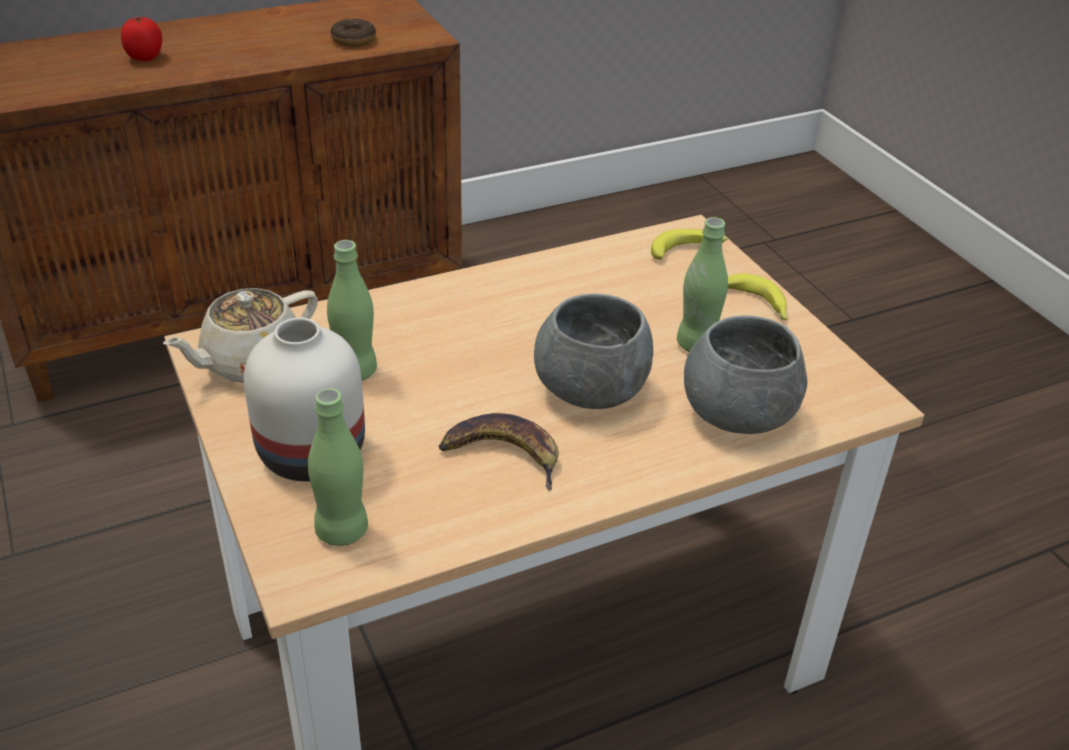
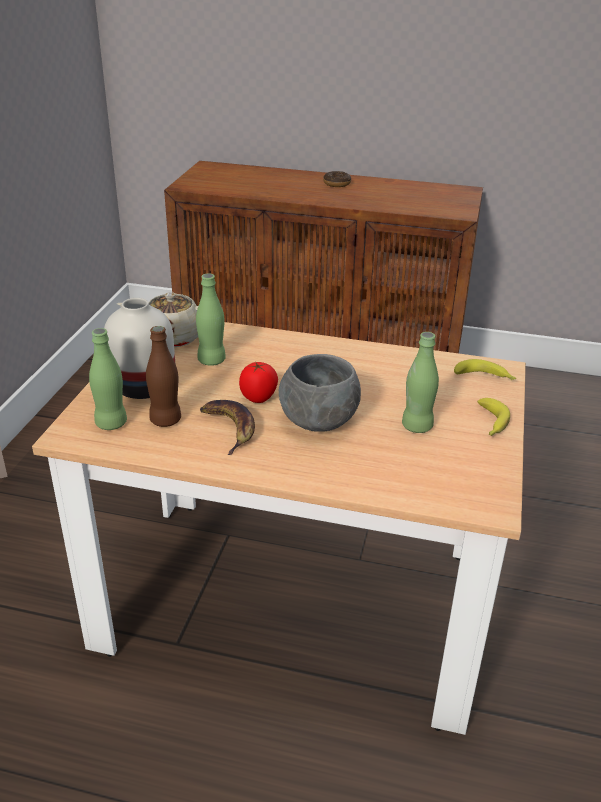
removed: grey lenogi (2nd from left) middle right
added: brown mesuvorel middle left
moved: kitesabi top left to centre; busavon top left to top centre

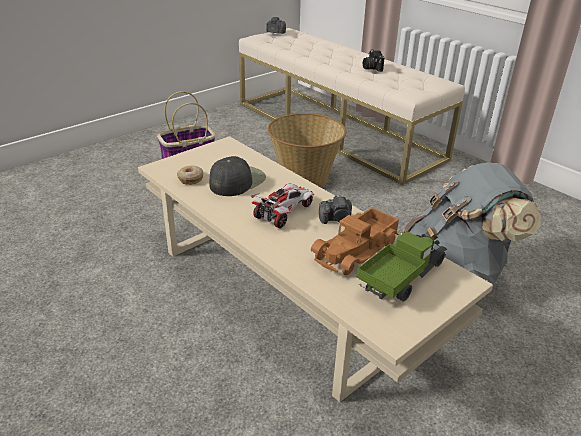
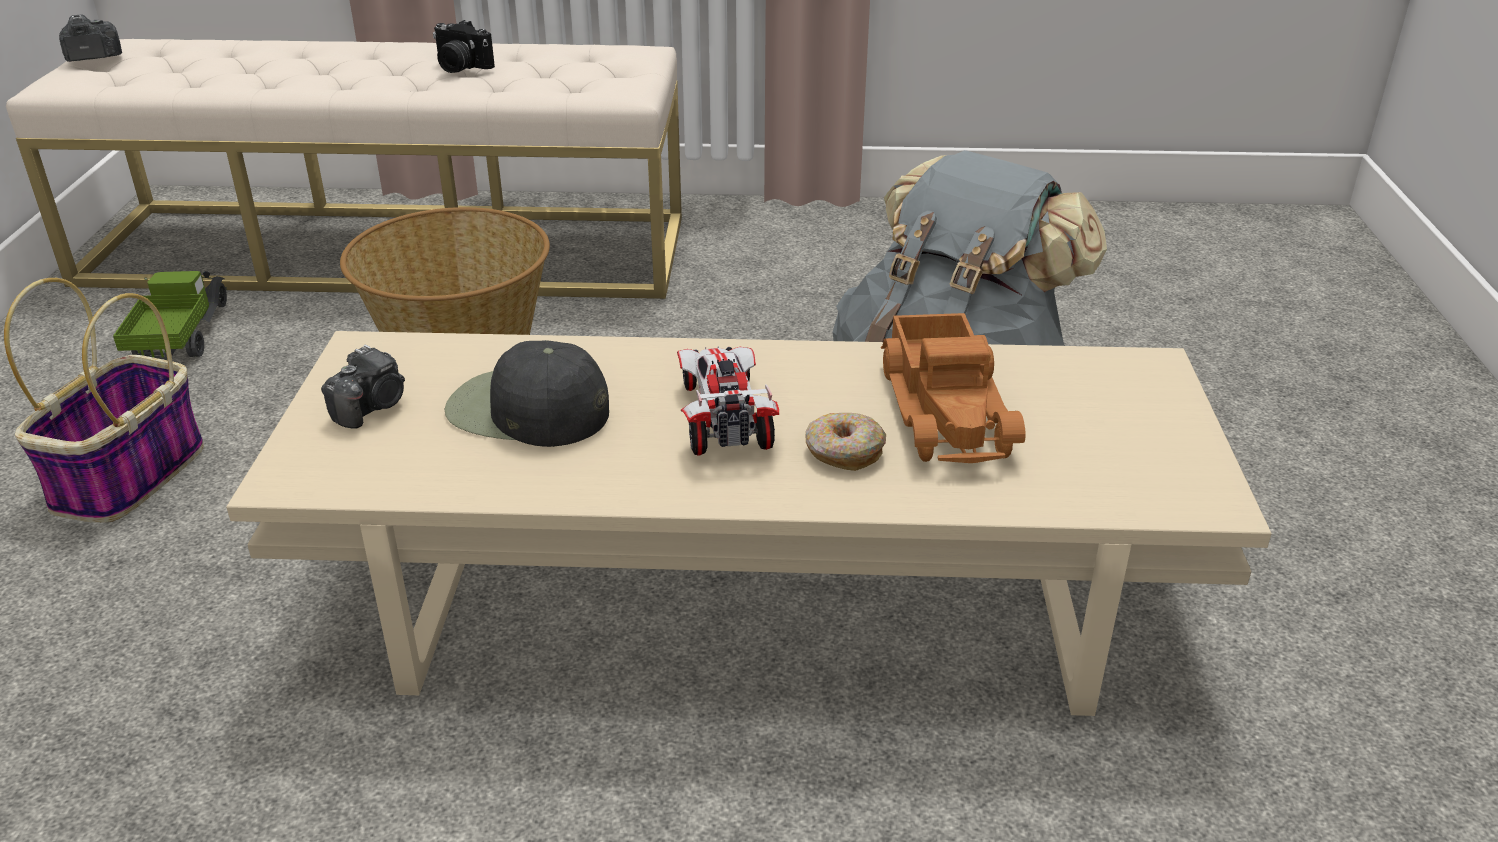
moved: busavon middle left to centre; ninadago (2nd from left) centre to middle left; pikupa (2nd from left in the first image) middle right to pikupa (1st from left) middle left
turned: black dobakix centre = centre 60 degrees counterclockwise

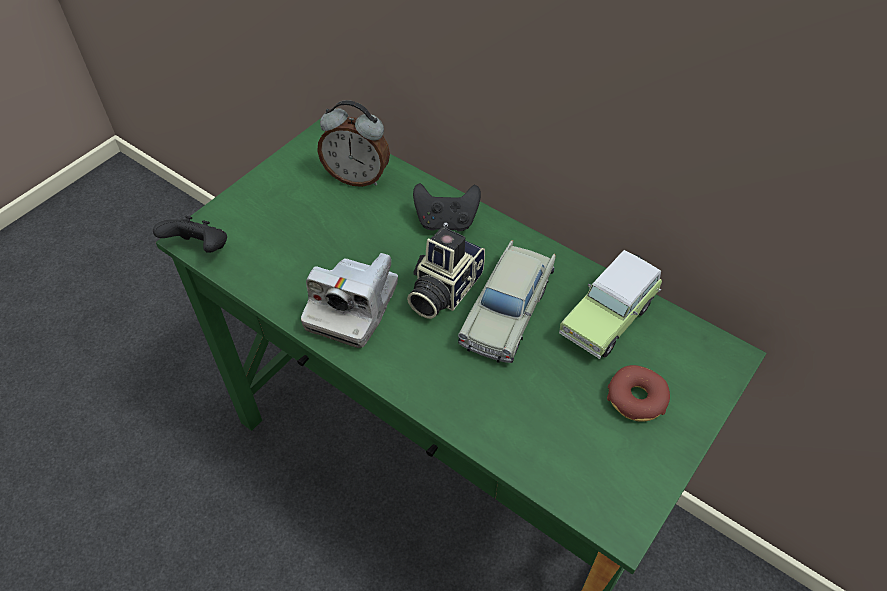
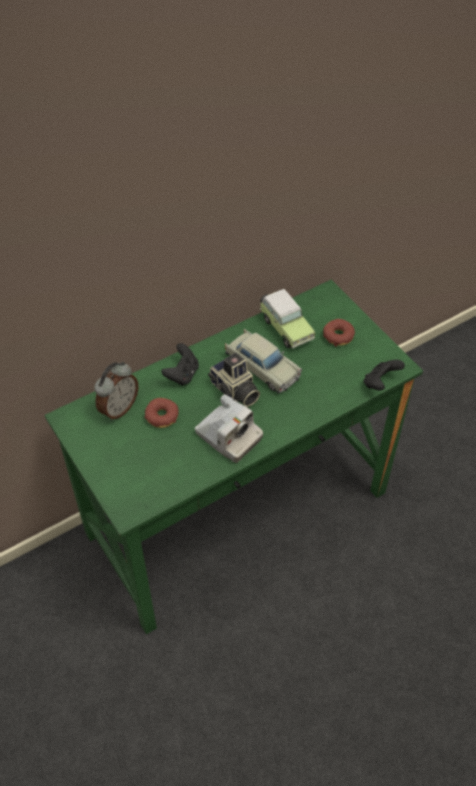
added: busavon (1st from left) centre
moved: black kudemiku (1st from left in the first image) middle left to black kudemiku (2nd from left) middle right

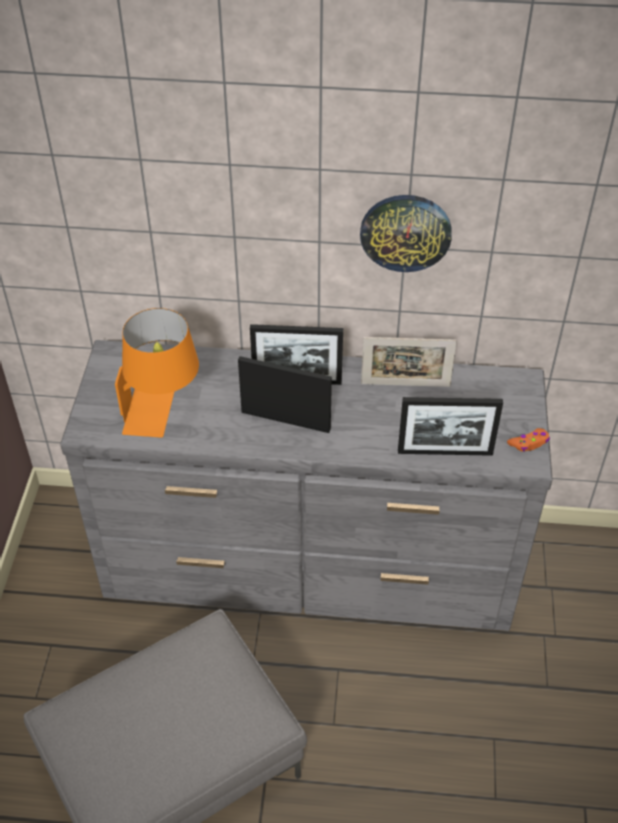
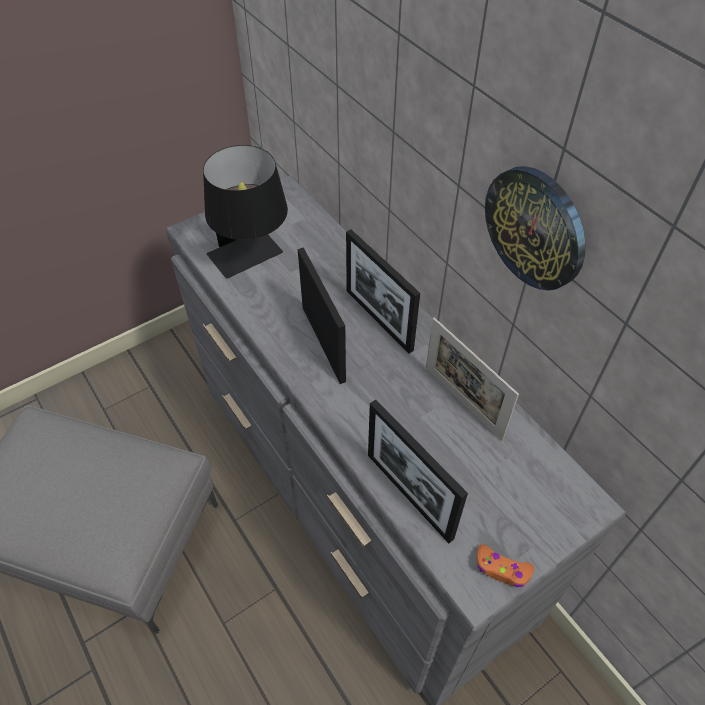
recoloured: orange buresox middle left to black buresox top centre

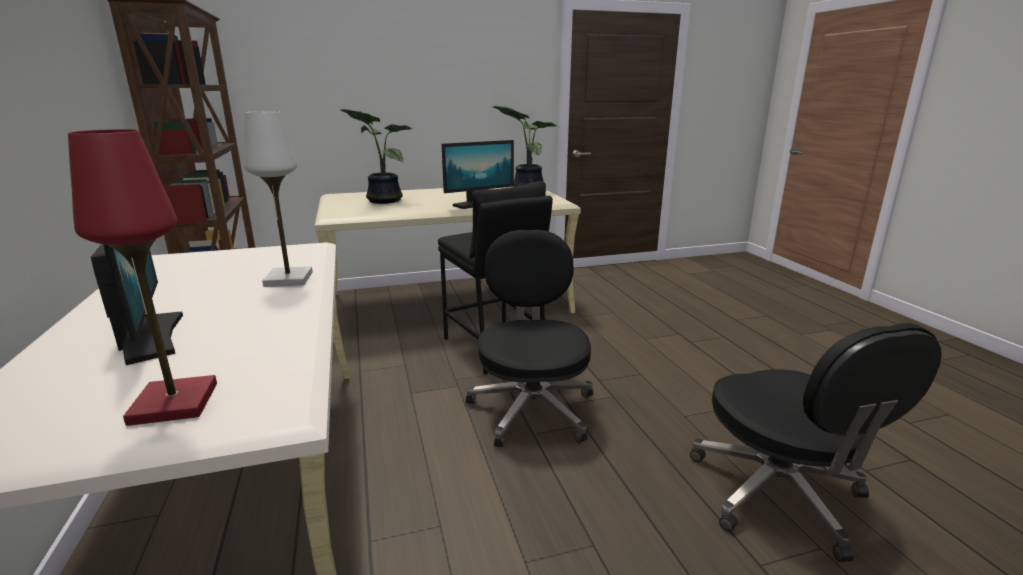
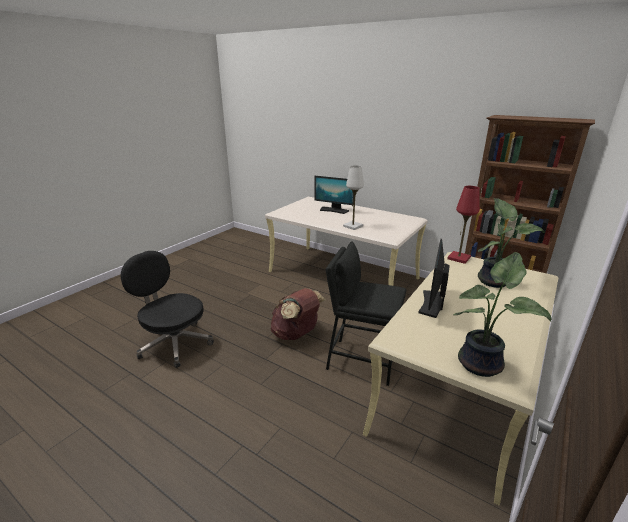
moved: red buresox middle left to middle right
replaced: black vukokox (1st from left) centre to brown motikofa centre

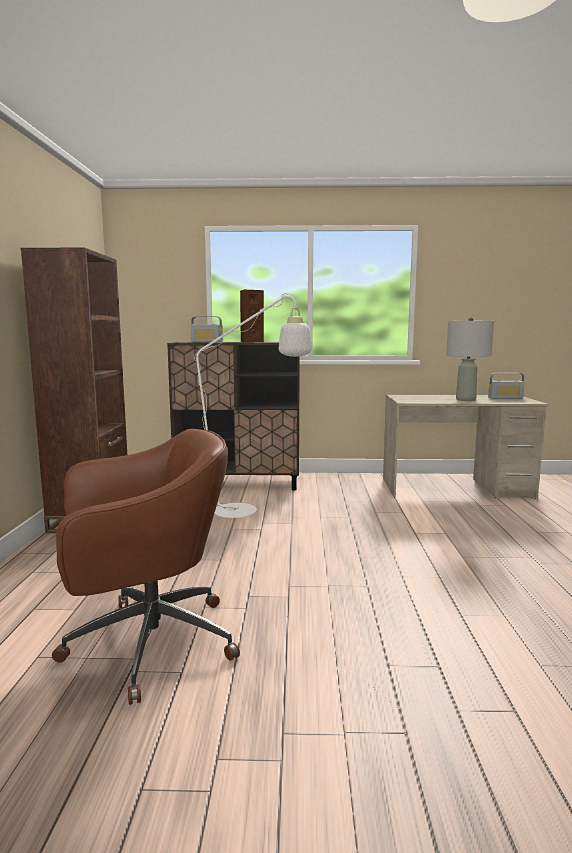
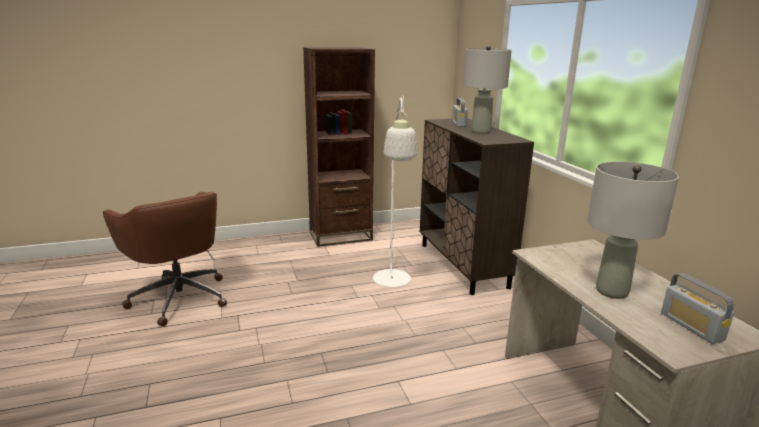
replaced: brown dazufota centre to grey buresox (1st from left) top centre

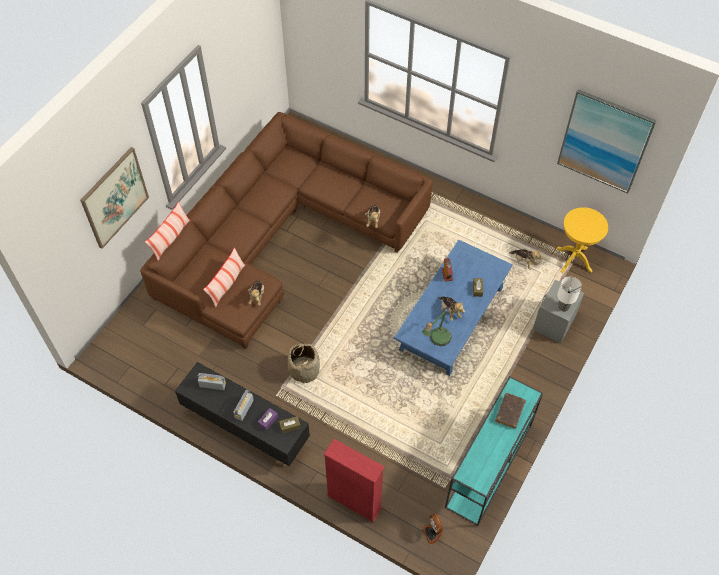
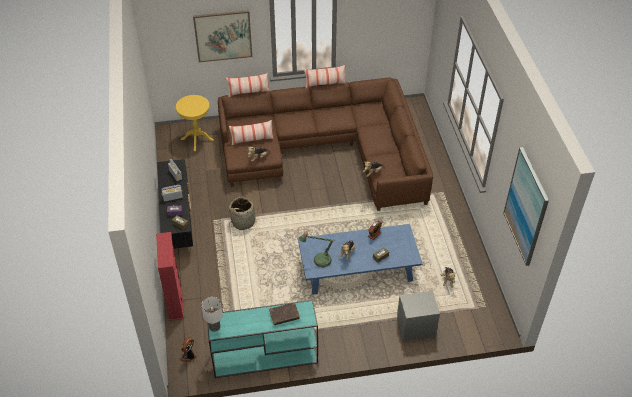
added: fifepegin (3rd from left) top centre
moved: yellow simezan middle right to top left; buresox (2nd from left in the first image) middle right to buresox (1st from left) bottom centre

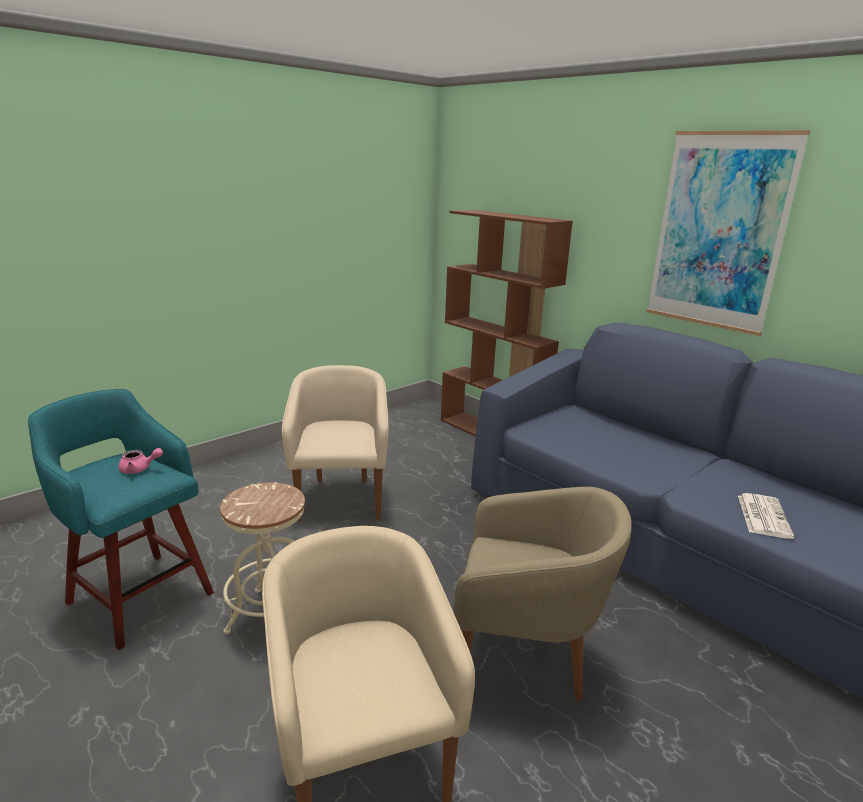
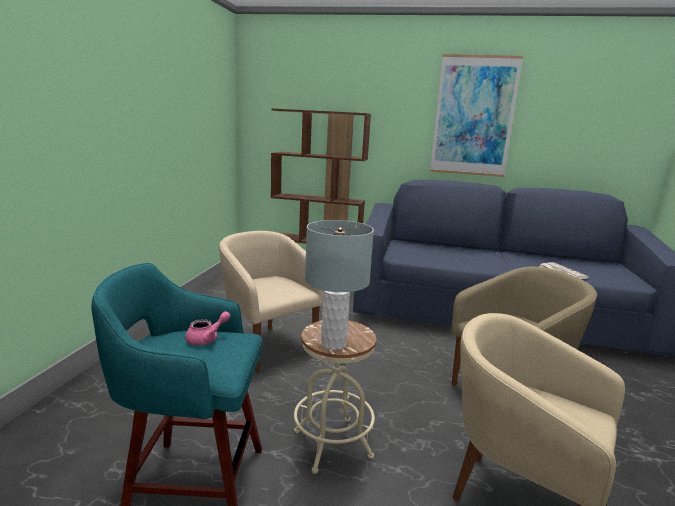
added: grey buresox centre

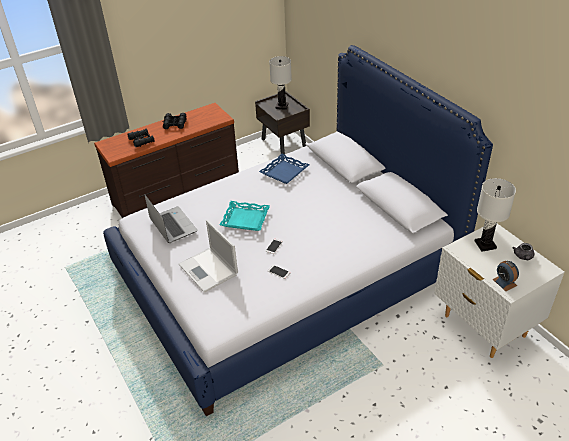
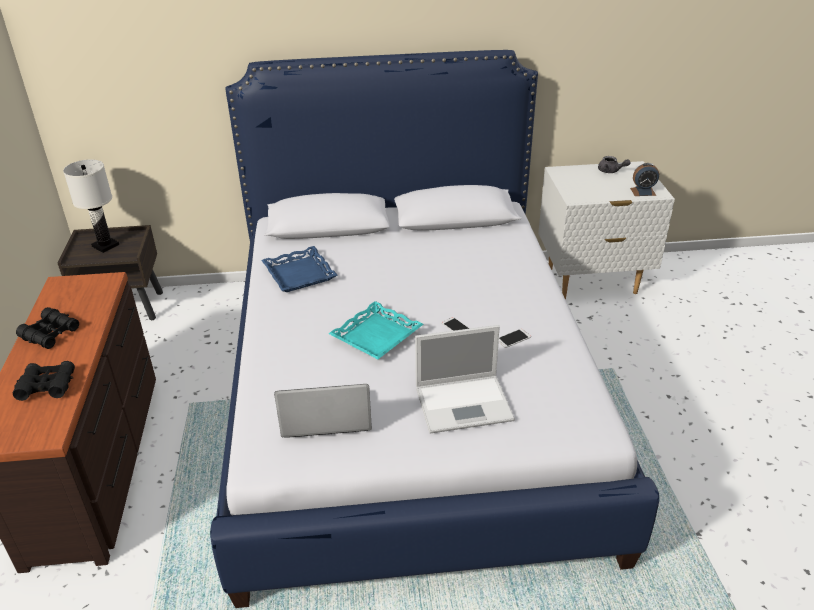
removed: white buresox (2nd from left) middle right

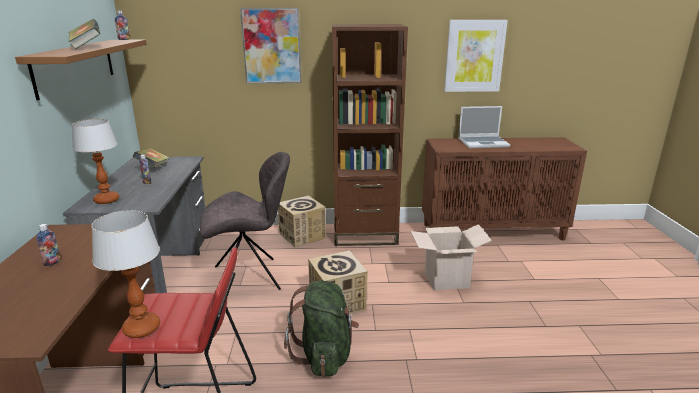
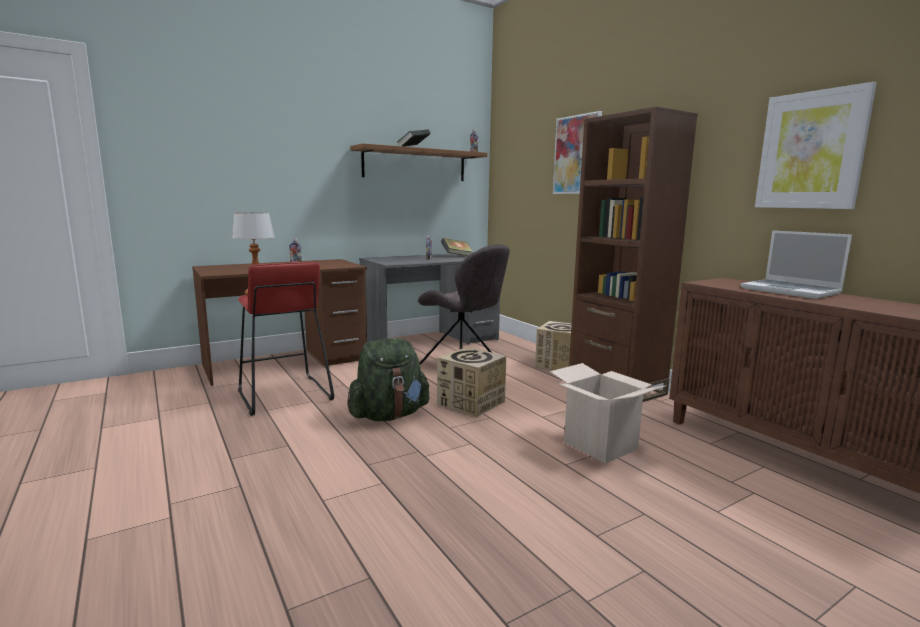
removed: buresox (1st from left) middle left

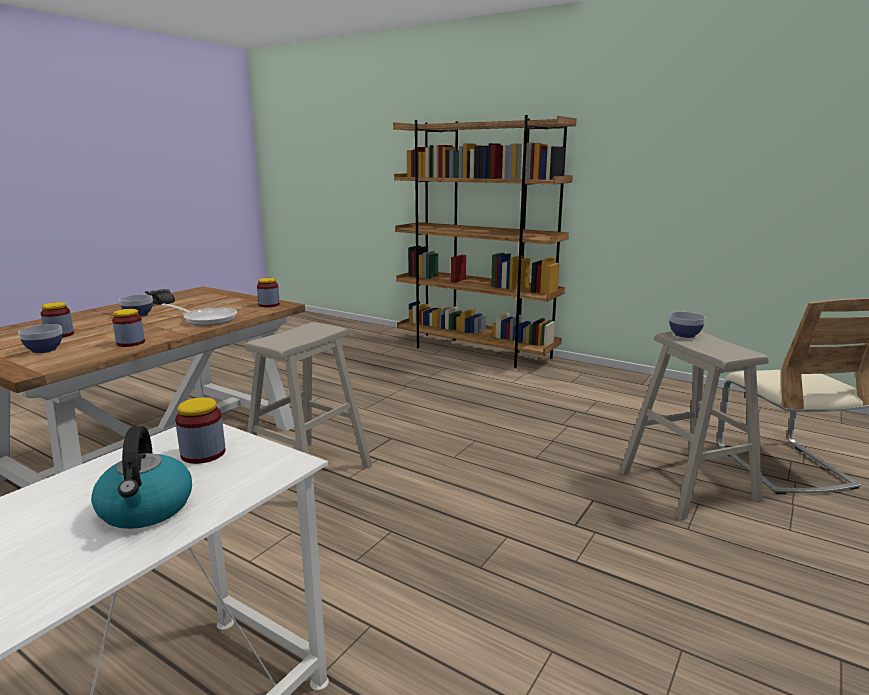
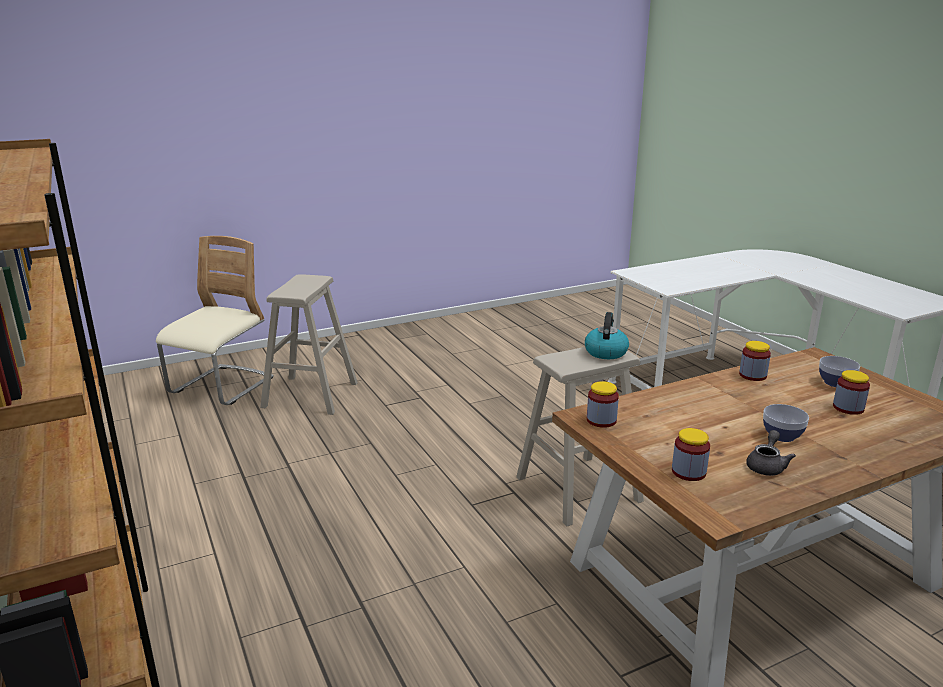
removed: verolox middle left; lenogi (3rd from left) middle right
moved: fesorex bottom left to centre; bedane (3rd from left in the first image) middle left to bedane (2nd from left) middle right

